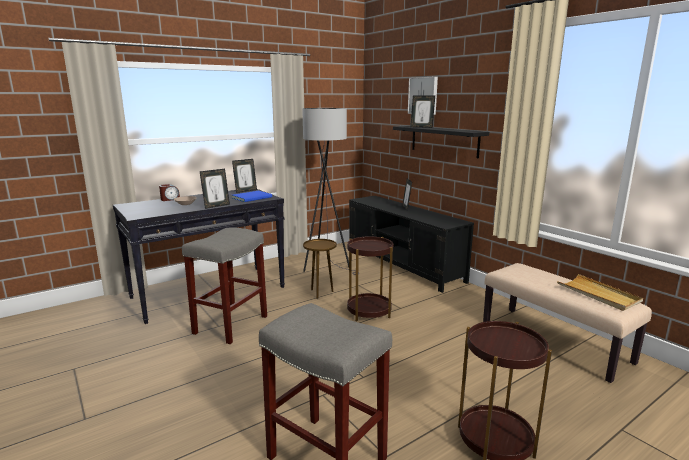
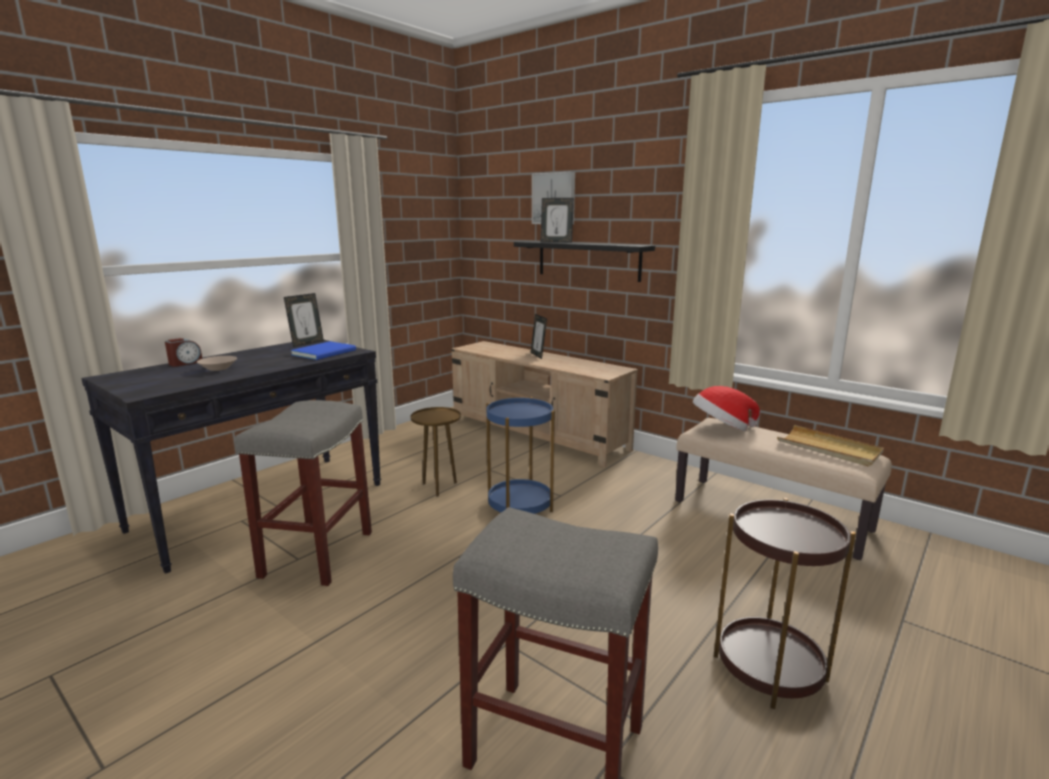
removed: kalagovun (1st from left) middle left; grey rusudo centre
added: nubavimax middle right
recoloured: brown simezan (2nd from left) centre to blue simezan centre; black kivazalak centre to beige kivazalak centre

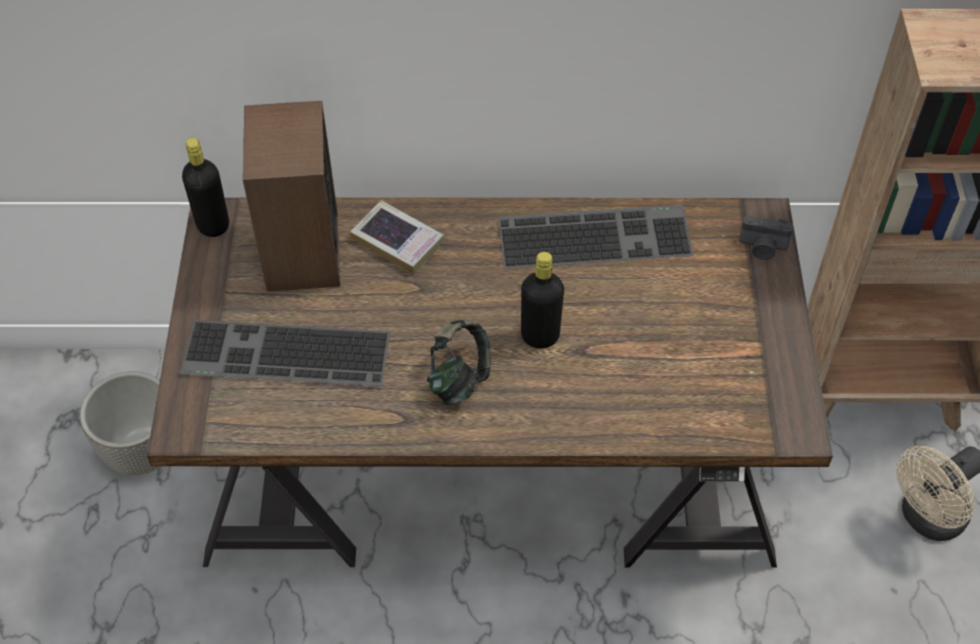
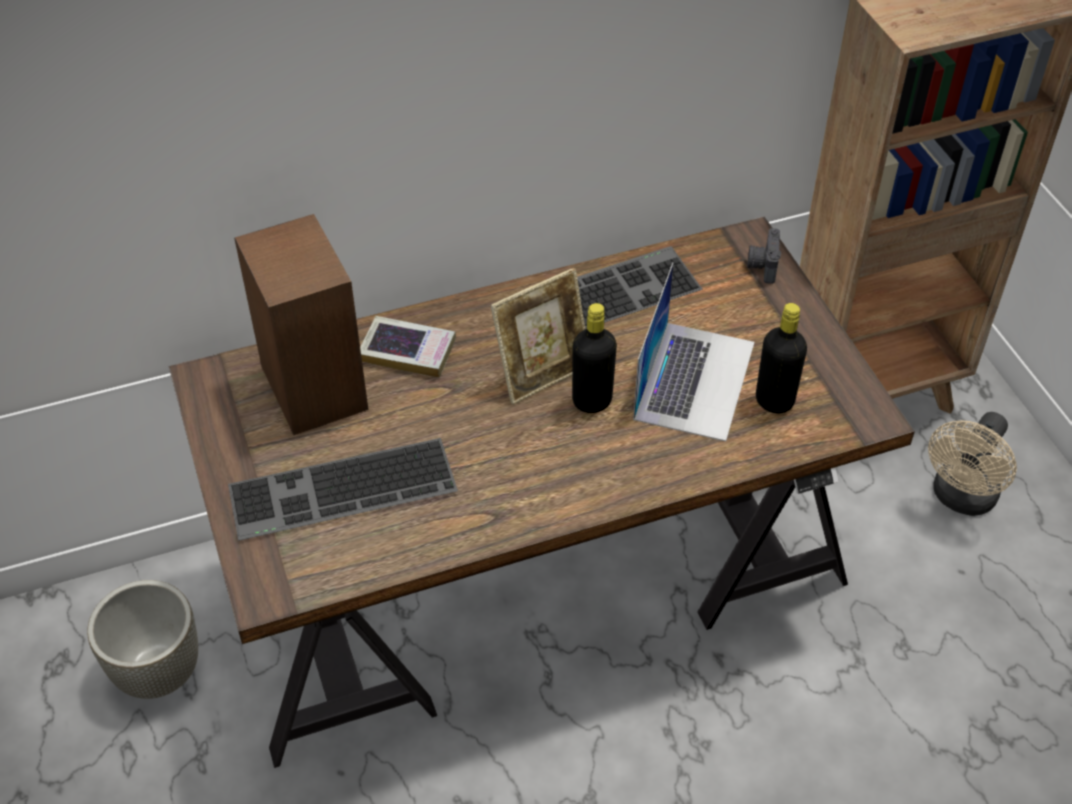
removed: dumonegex centre
added: kalagovun centre; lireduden centre
moved: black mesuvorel (1st from left in the first image) top left to black mesuvorel (2nd from left) middle right
turned: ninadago middle right = top right 105 degrees clockwise

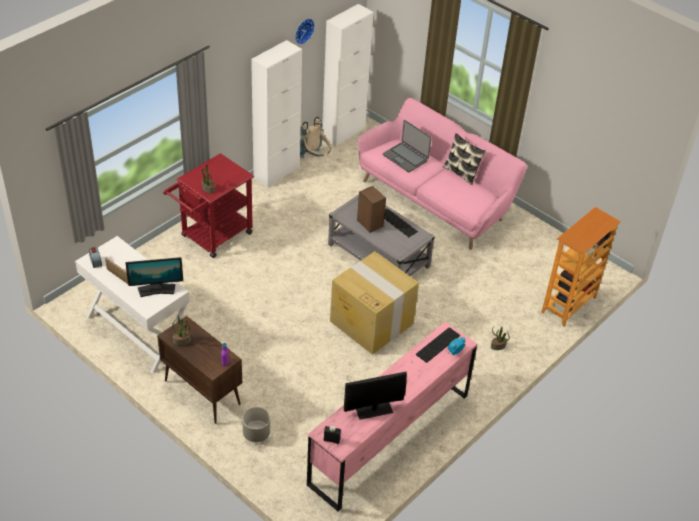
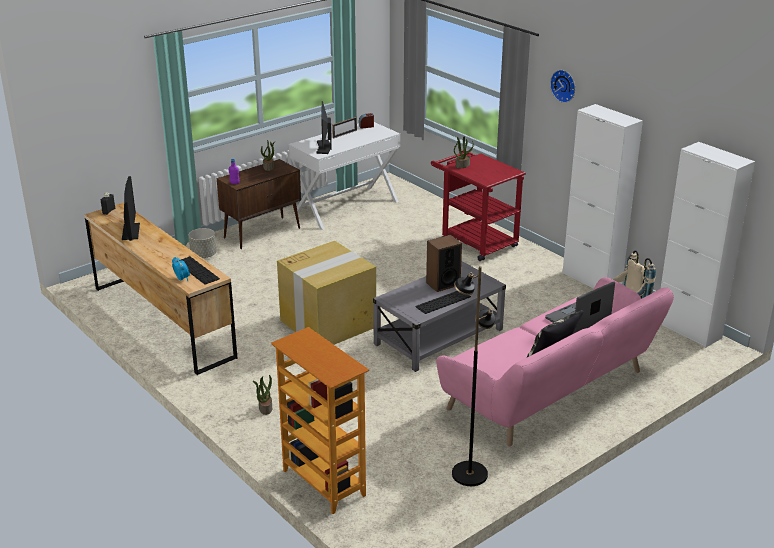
added: black rusudo bottom centre
moved: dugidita top centre to top right
recoloured: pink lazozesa bottom centre to brown lazozesa middle left

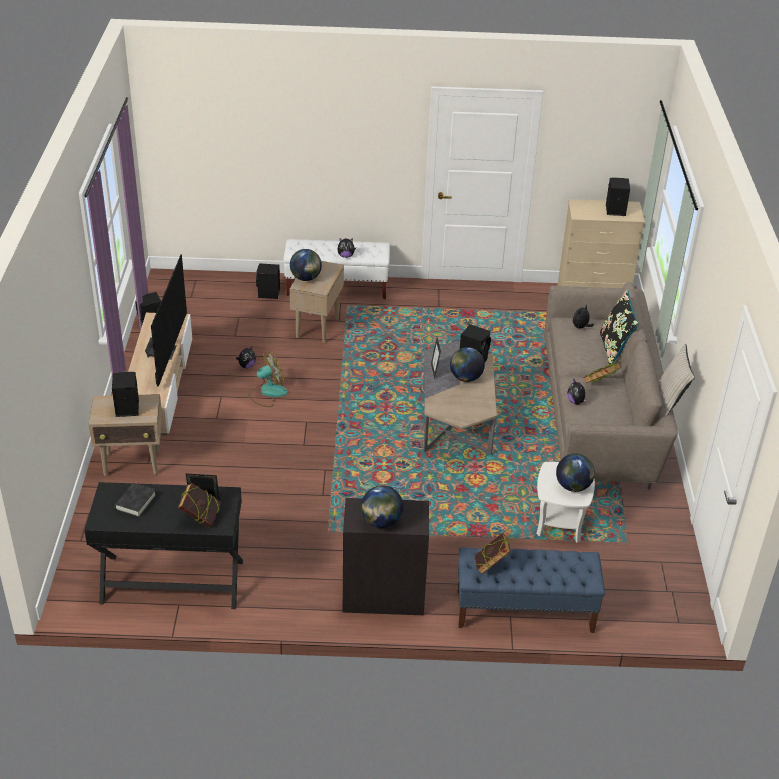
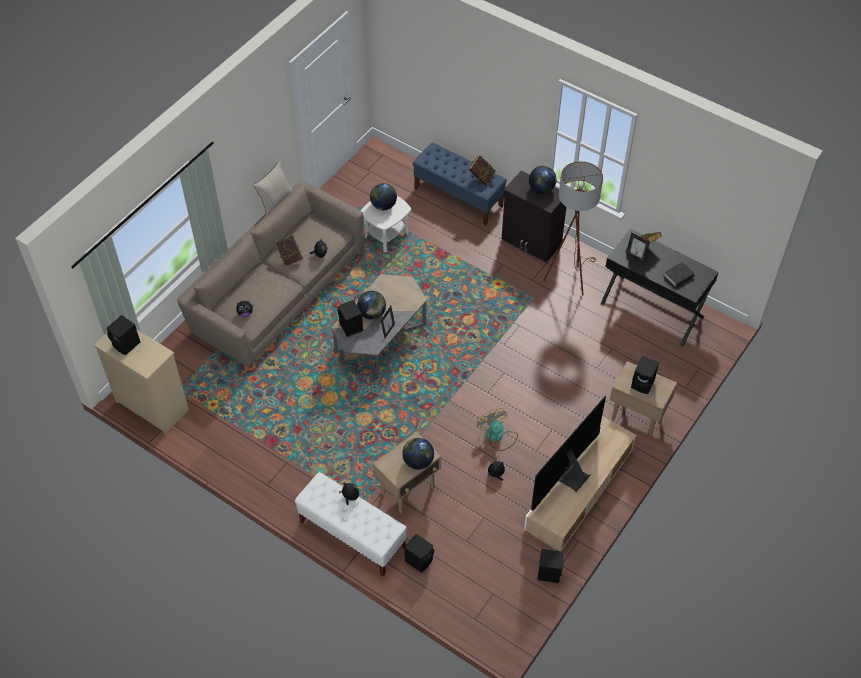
removed: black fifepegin middle right
added: brown rusudo centre
turned: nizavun centre = centre 60 degrees clockwise

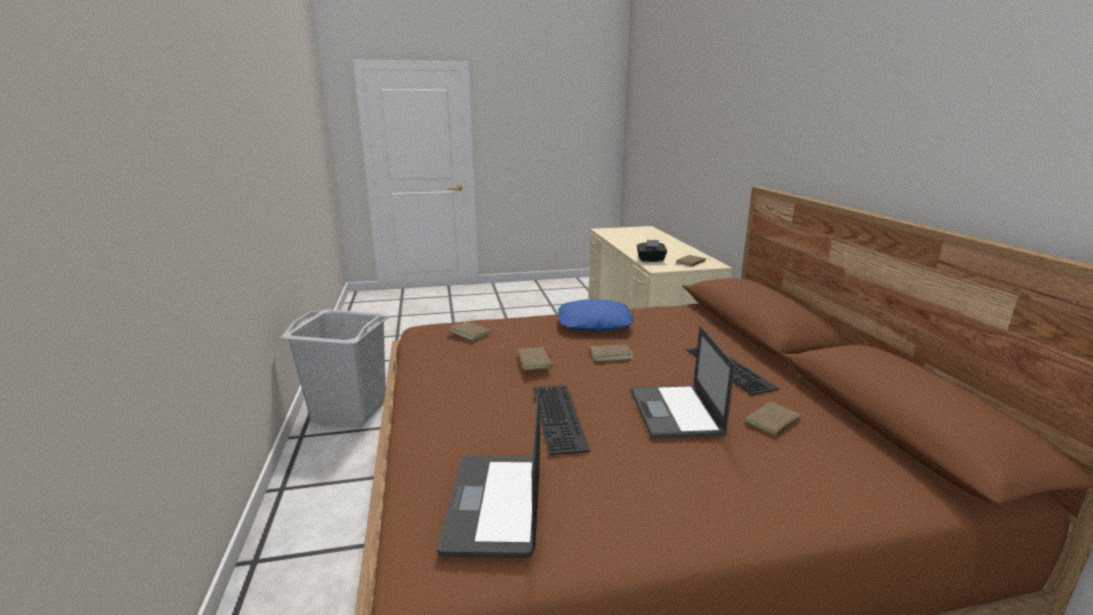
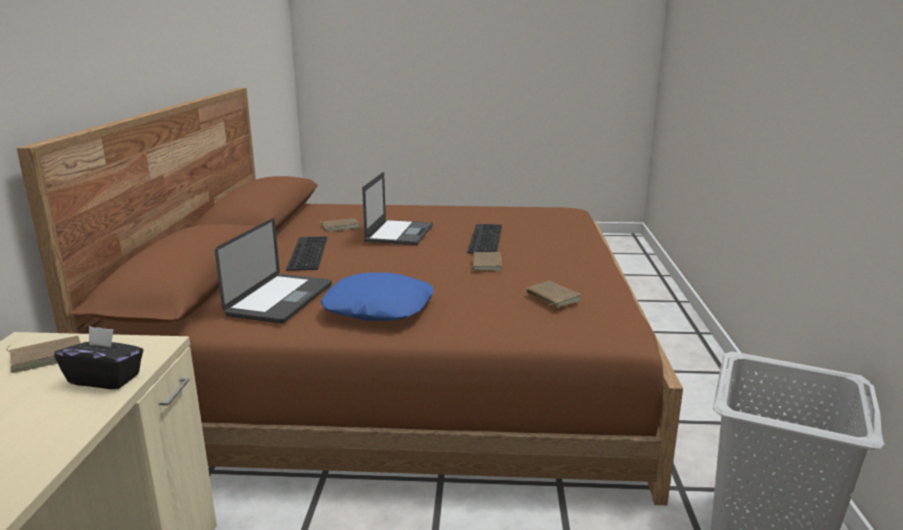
removed: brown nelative (3rd from left) centre
moved: lireduden (1st from left) bottom centre to middle left

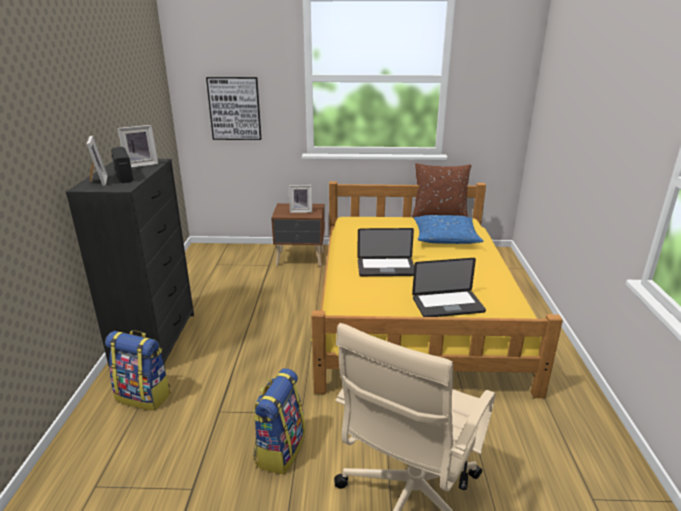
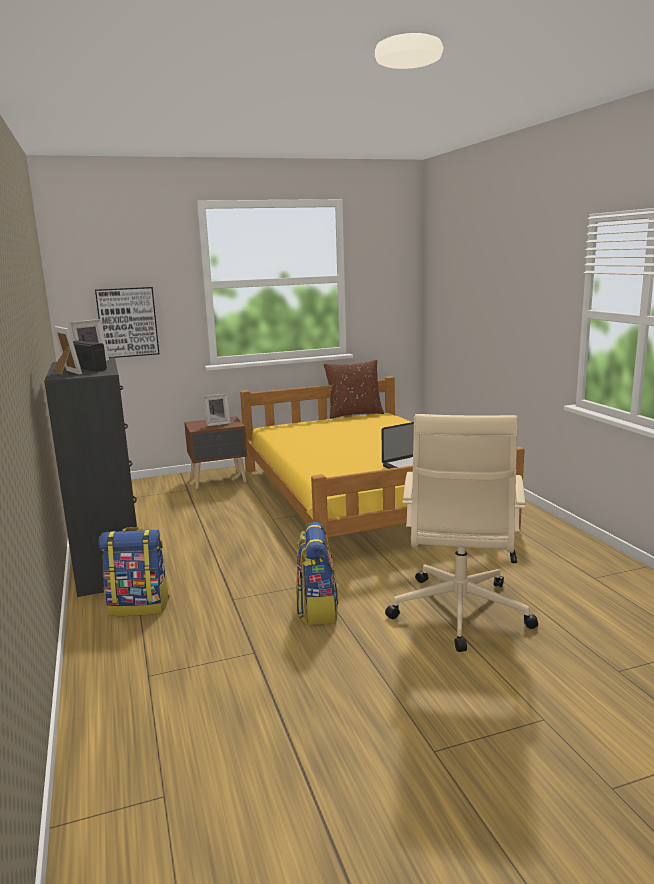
removed: lireduden (1st from left) centre; blue fifepegin centre

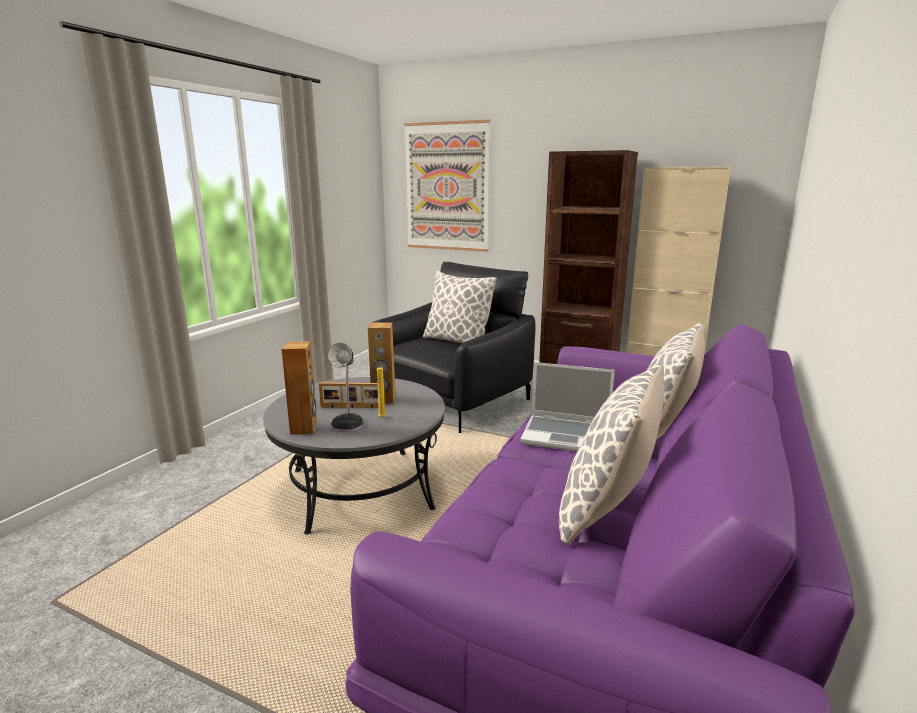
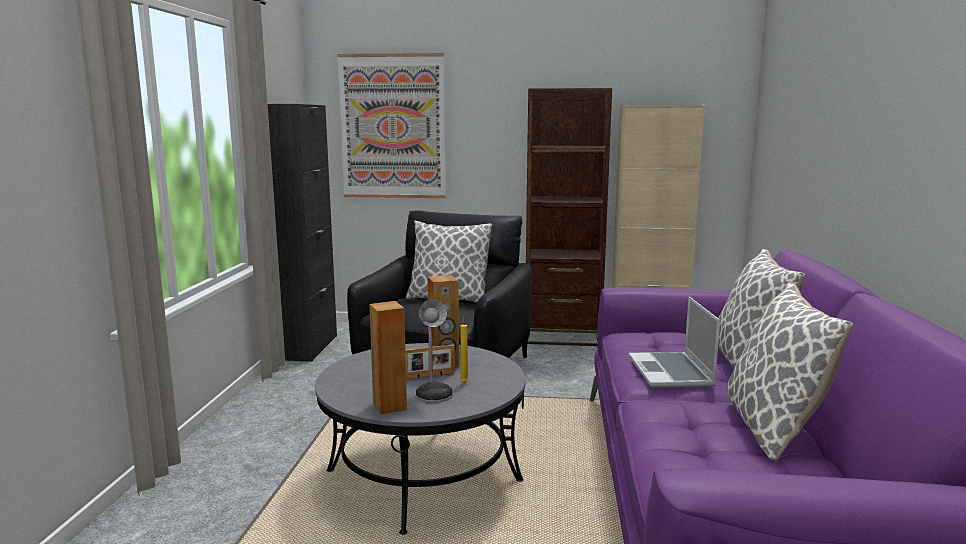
added: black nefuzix middle left
turned: lireduden centre = middle right 90 degrees clockwise

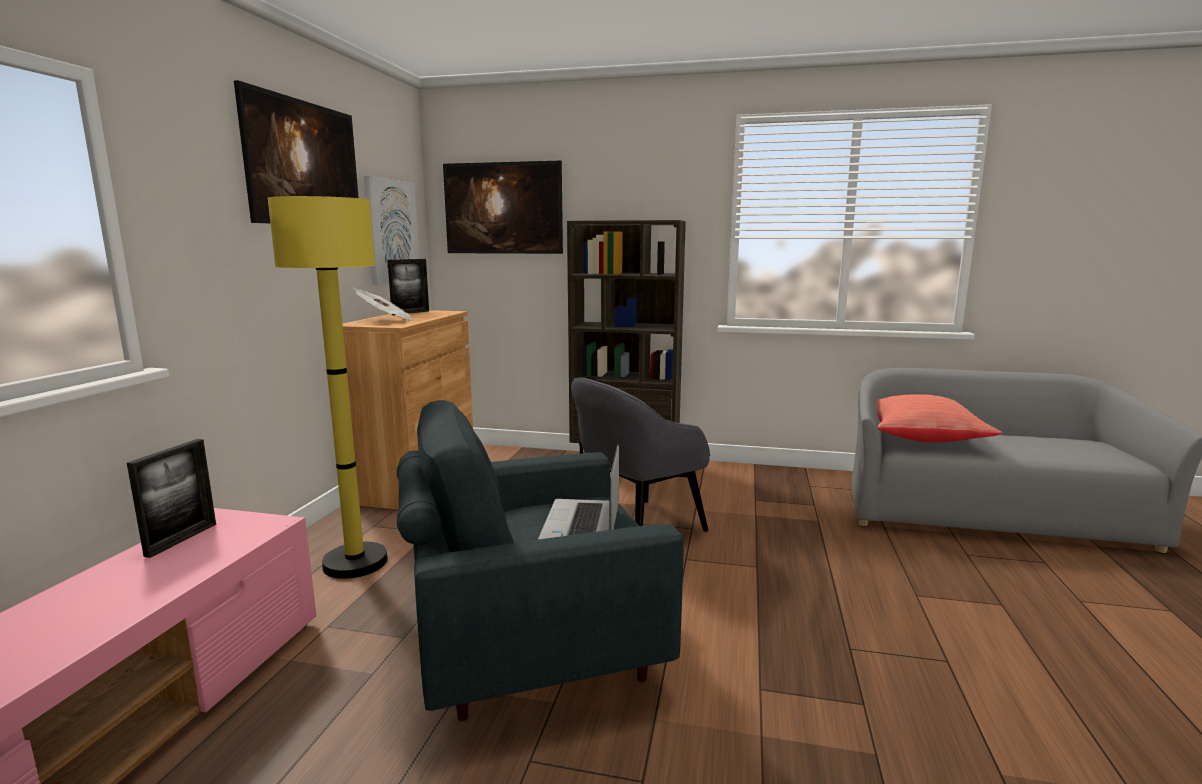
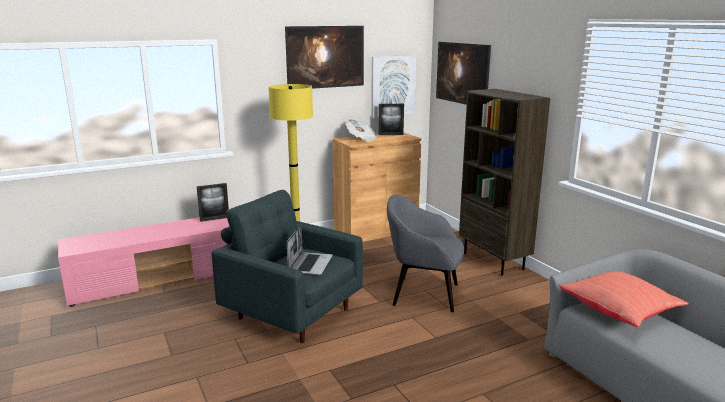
turned: lireduden centre = centre 135 degrees clockwise

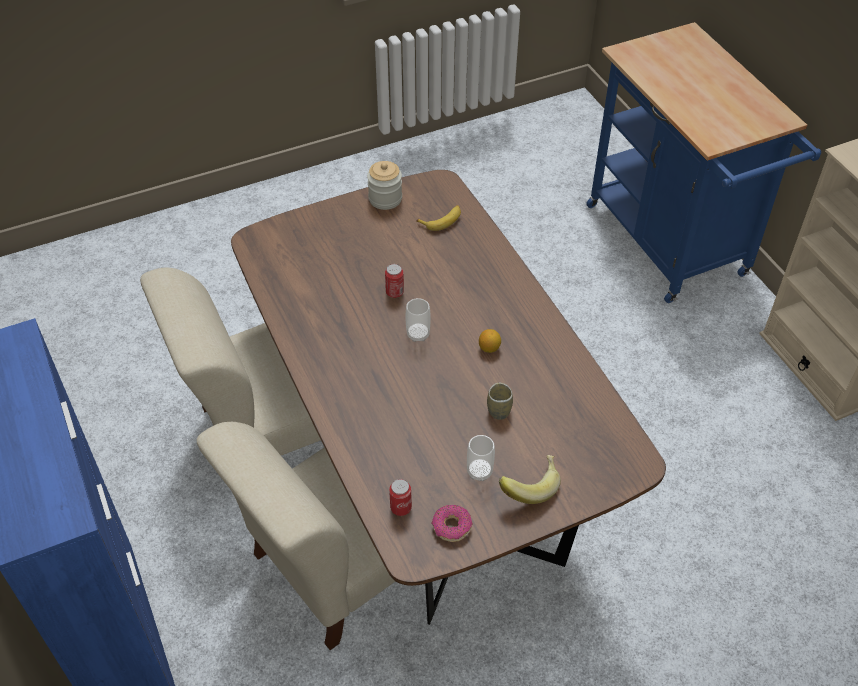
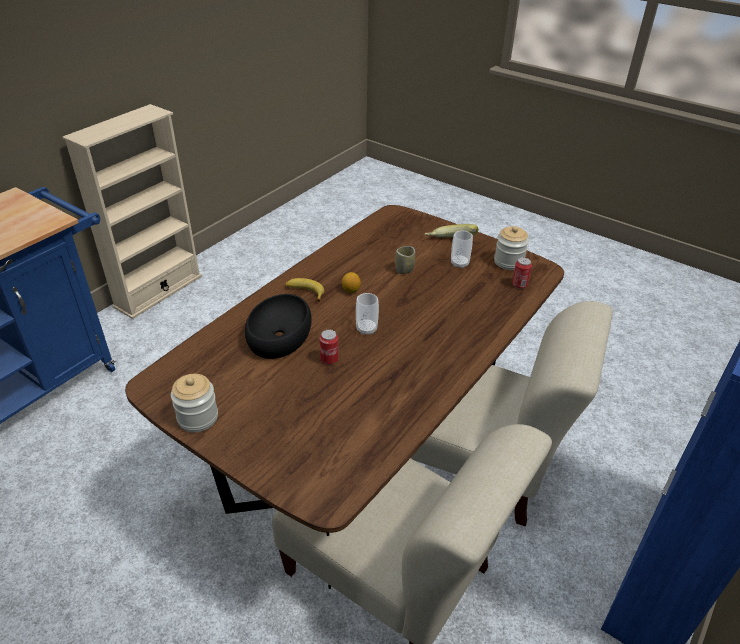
added: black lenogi centre
moved: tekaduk (1st from left) top centre to centre
replaced: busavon bottom centre to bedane (2nd from left) middle right

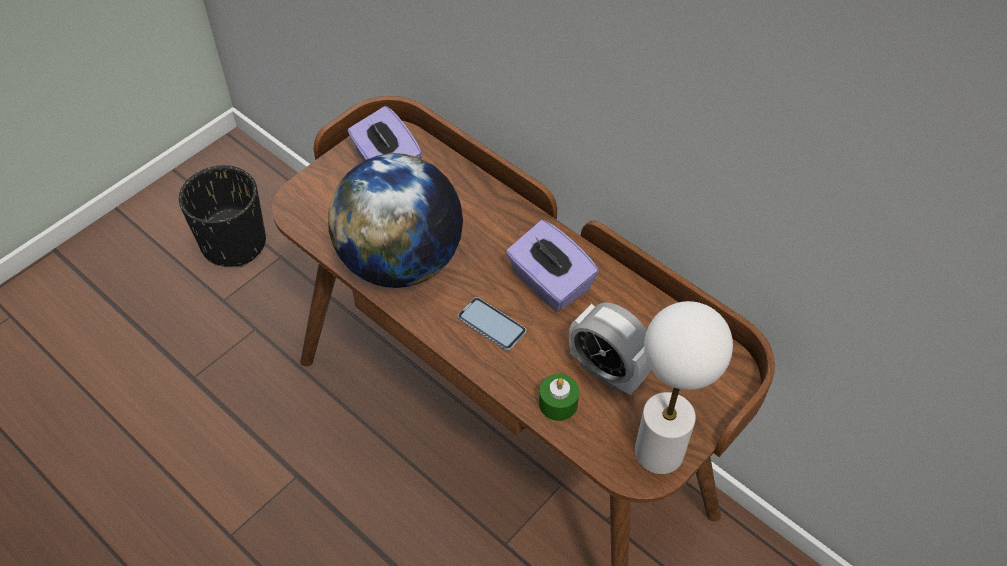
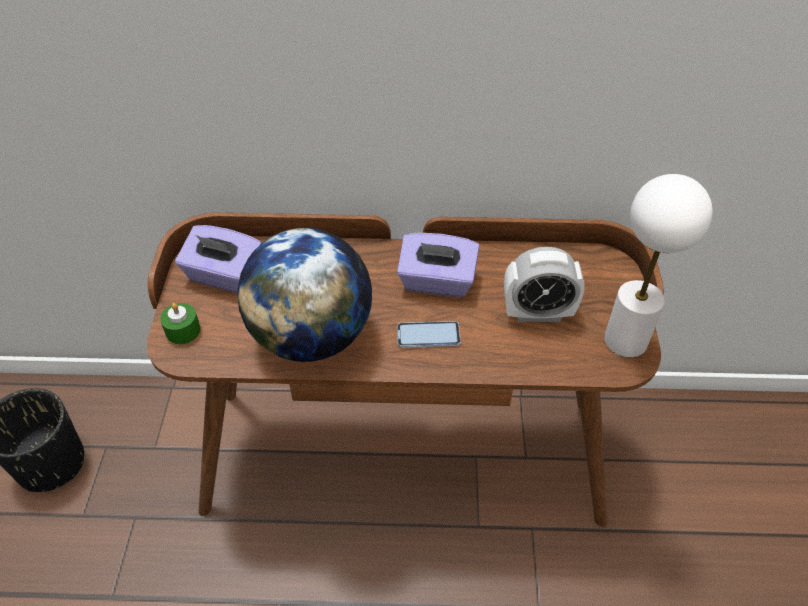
moved: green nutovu bottom centre to middle left

